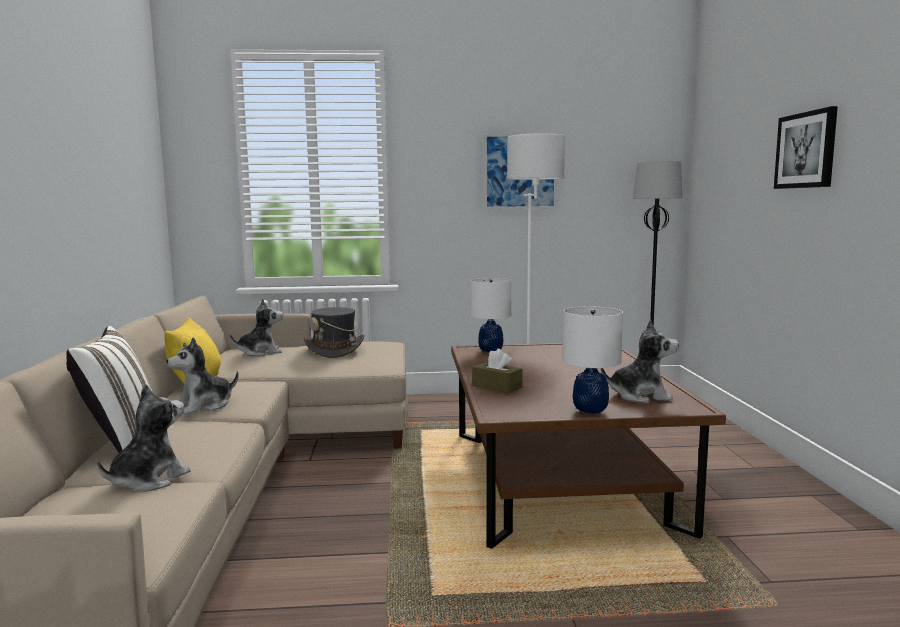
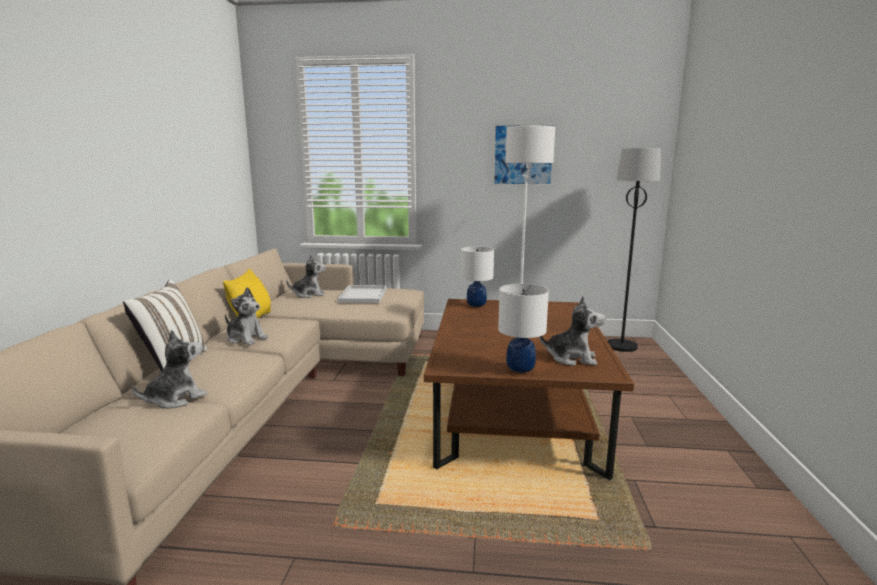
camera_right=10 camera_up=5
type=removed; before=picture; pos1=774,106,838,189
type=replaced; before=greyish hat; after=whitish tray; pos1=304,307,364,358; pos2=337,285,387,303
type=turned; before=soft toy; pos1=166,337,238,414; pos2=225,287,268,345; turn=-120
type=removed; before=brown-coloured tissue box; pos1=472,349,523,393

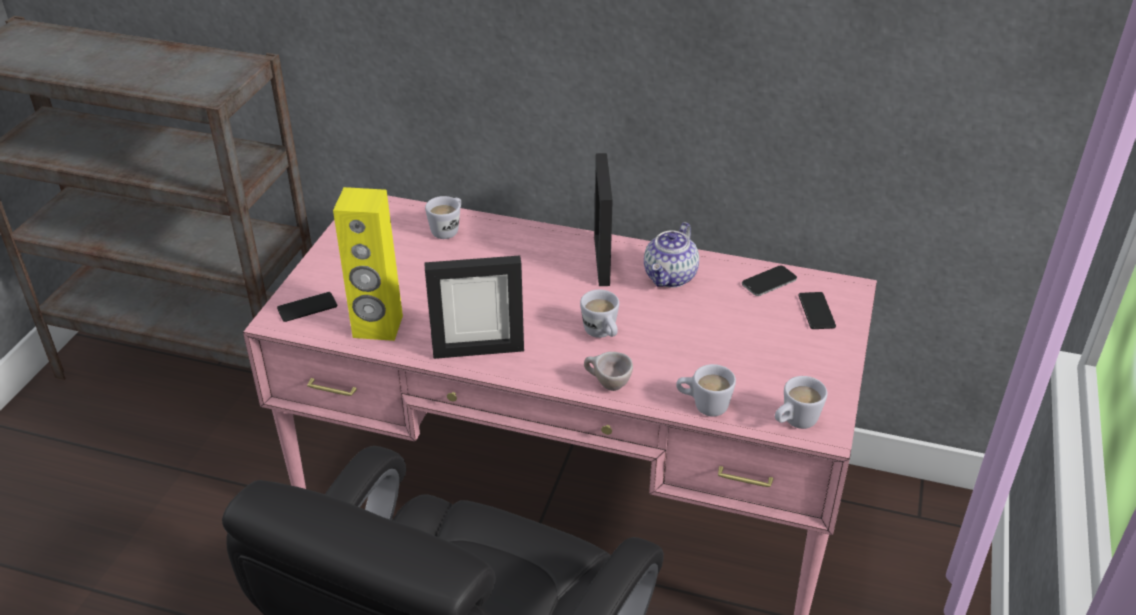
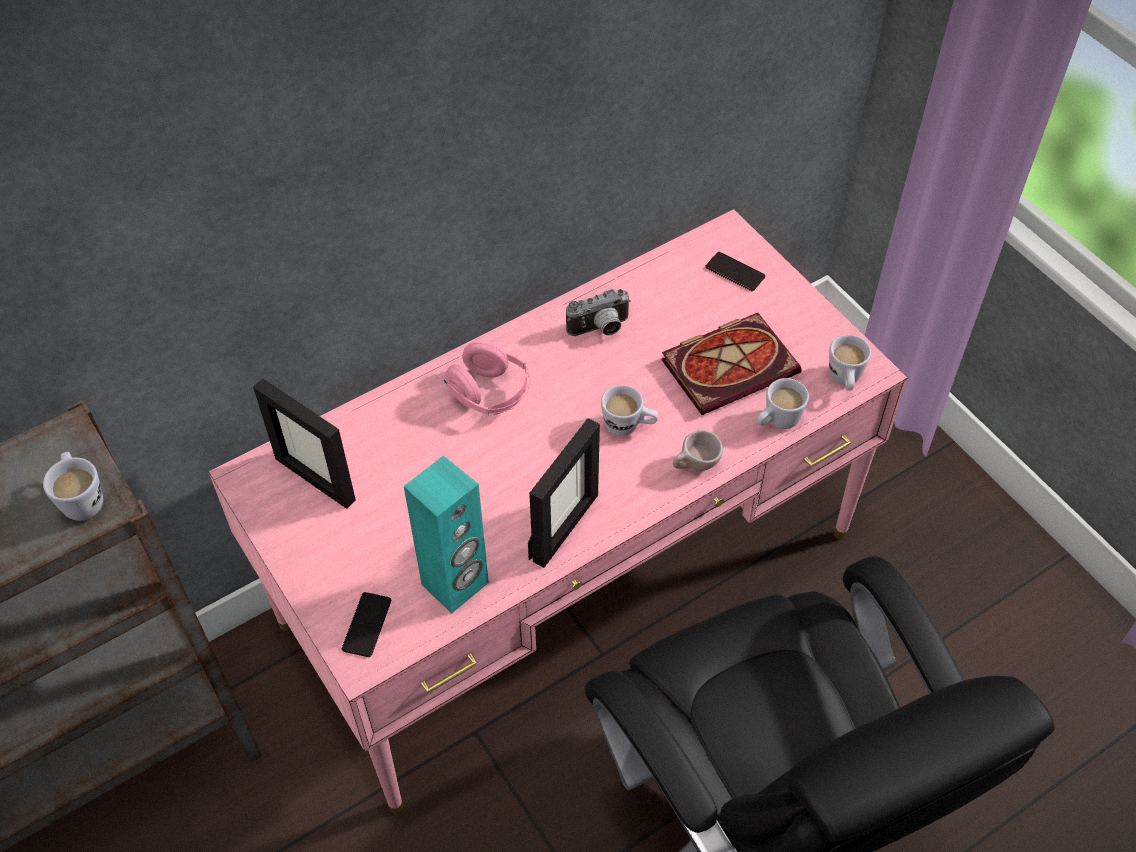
camera_right=-50 camera_up=15
type=moved; before=picture frame; pos1=594,153,613,286; pos2=253,378,356,509
type=recoloured; before=yellow audio speaker; after=turquoise audio speaker; pos1=333,187,403,341; pos2=404,456,489,613
type=moved; before=whitish coffee mug; pos1=425,196,461,239; pos2=43,452,103,521
type=replaced; before=tea pot; after=photo camera; pos1=644,222,699,288; pos2=566,289,631,336
type=removed; before=handset; pos1=742,266,797,296
type=added; after=bound book; pos2=661,313,802,415
type=added; after=pinkish pair of headphones; pos2=443,341,530,415

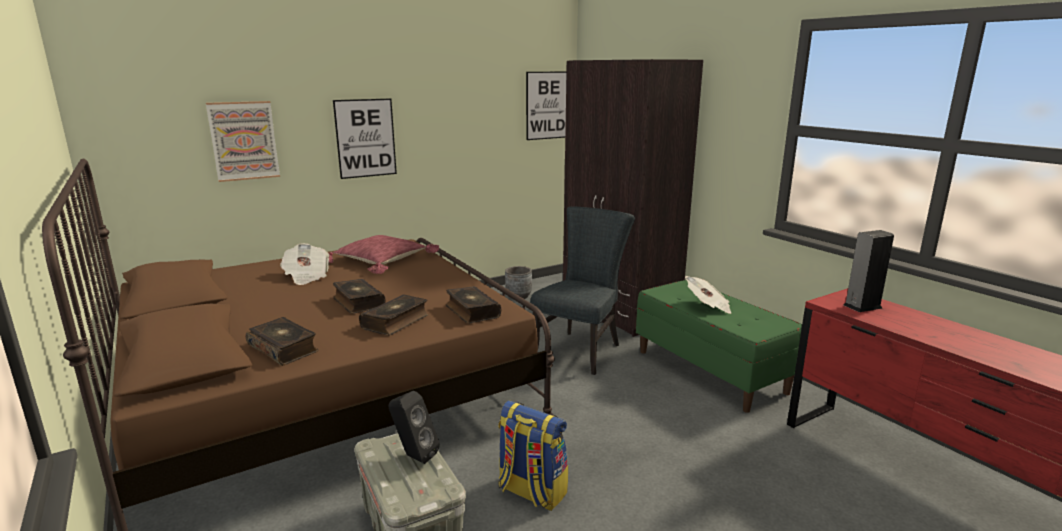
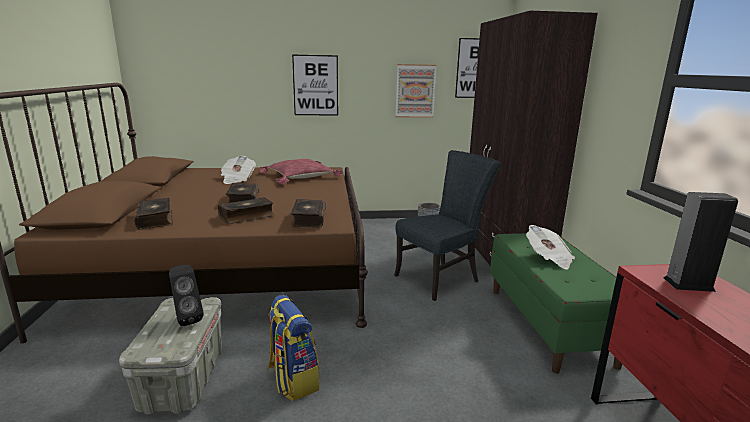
camera_right=25 camera_up=0
type=moved; before=picture; pos1=206,101,280,182; pos2=396,64,437,118

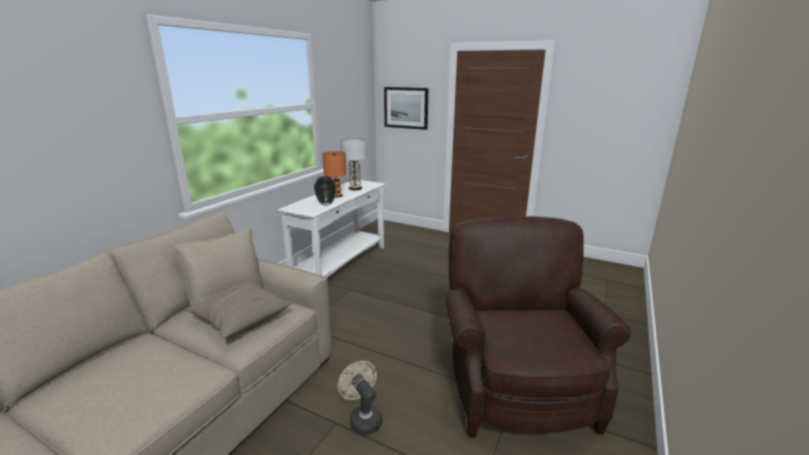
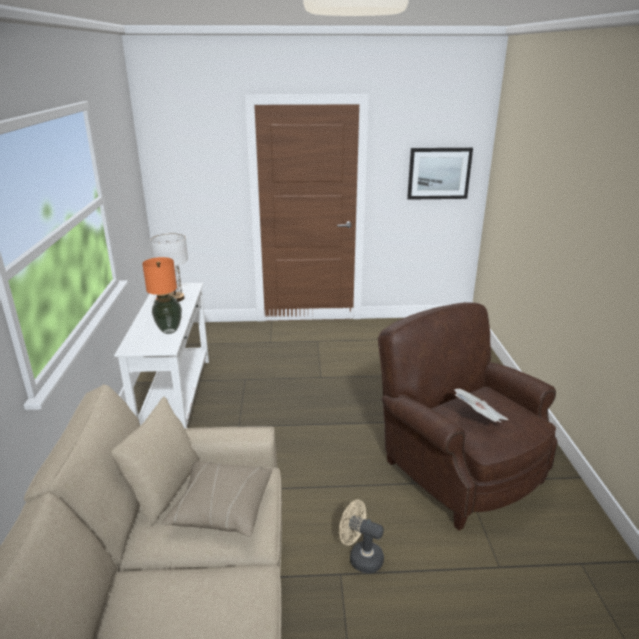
camera_right=-30 camera_up=5
type=moved; before=picture; pos1=384,87,429,130; pos2=407,148,473,200
type=added; after=daily paper; pos2=454,389,509,422

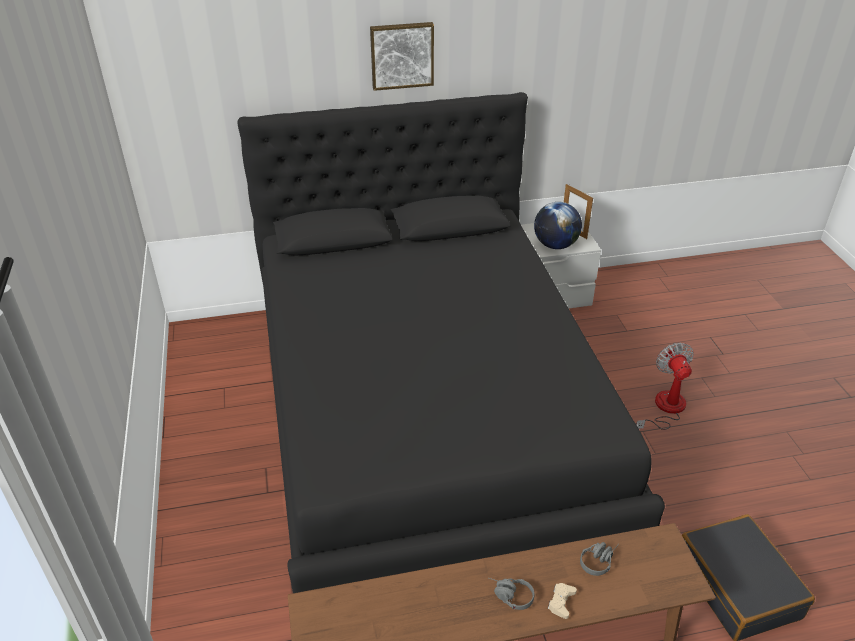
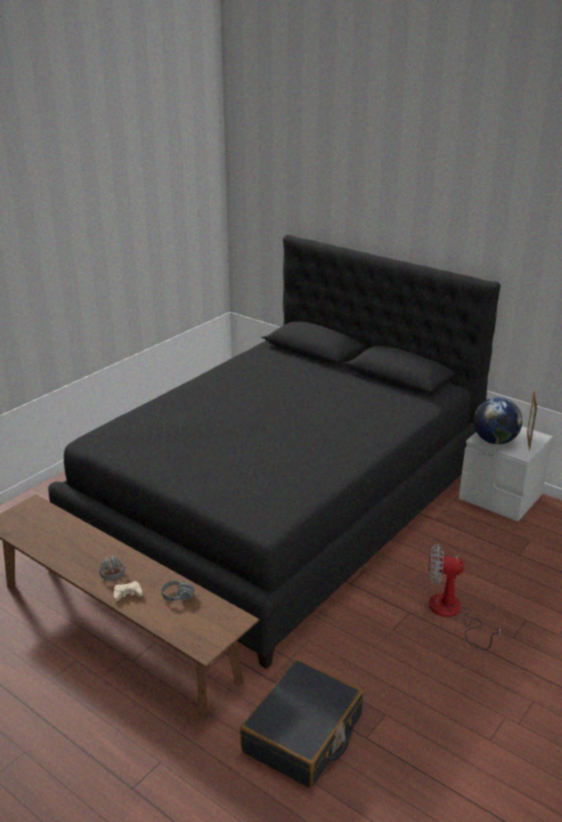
camera_right=50 camera_up=-10
type=removed; before=picture; pos1=370,22,434,91
type=turned; before=electric fan; pos1=635,343,694,430; pos2=429,544,501,650; turn=-120

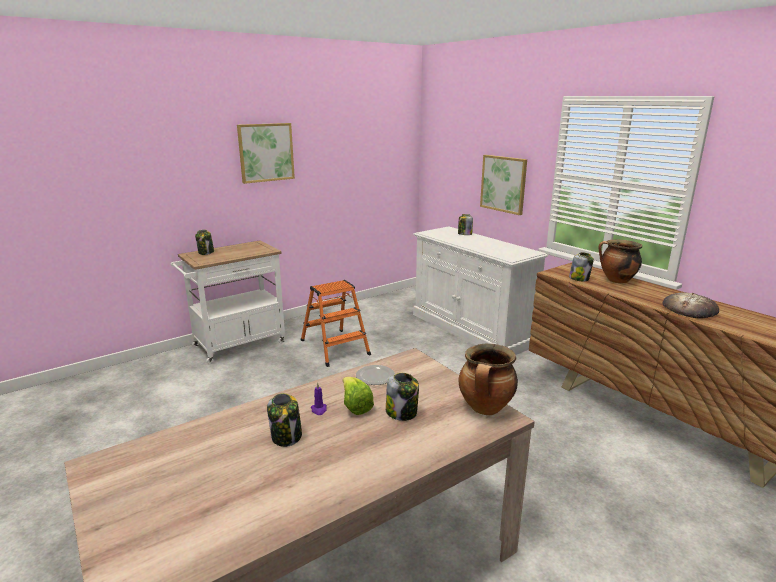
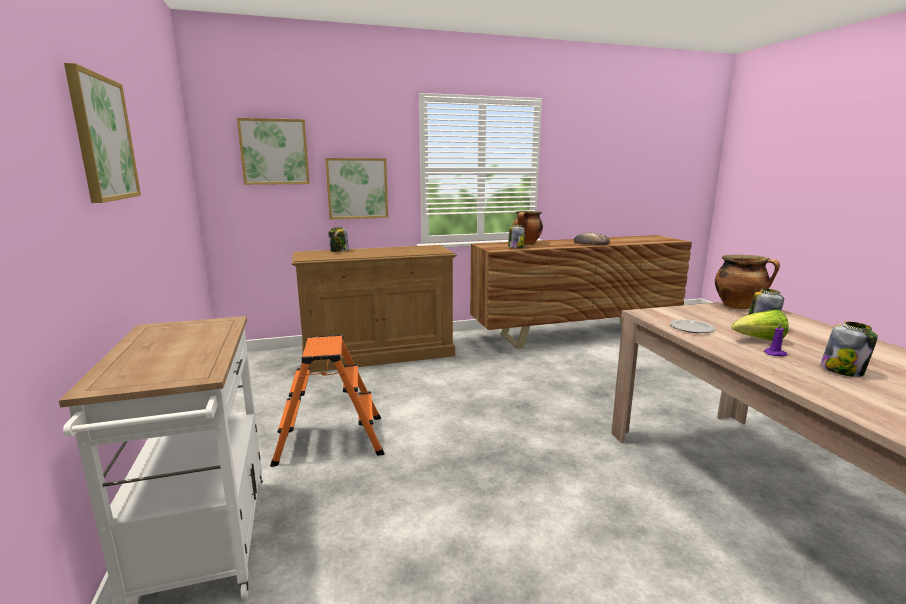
camera_right=-70 camera_up=-5
type=recoloured; before=whitish storage cabinet; after=brown-coloured storage cabinet; pos1=413,226,548,355; pos2=292,245,457,373
type=removed; before=preserve jar; pos1=195,230,214,255
type=added; after=picture; pos2=237,118,310,185

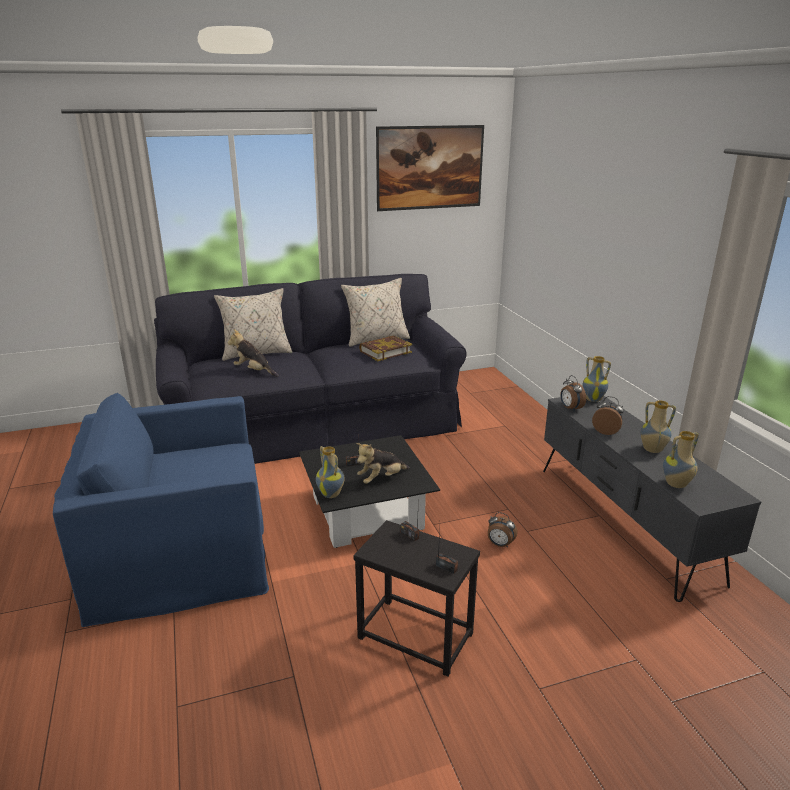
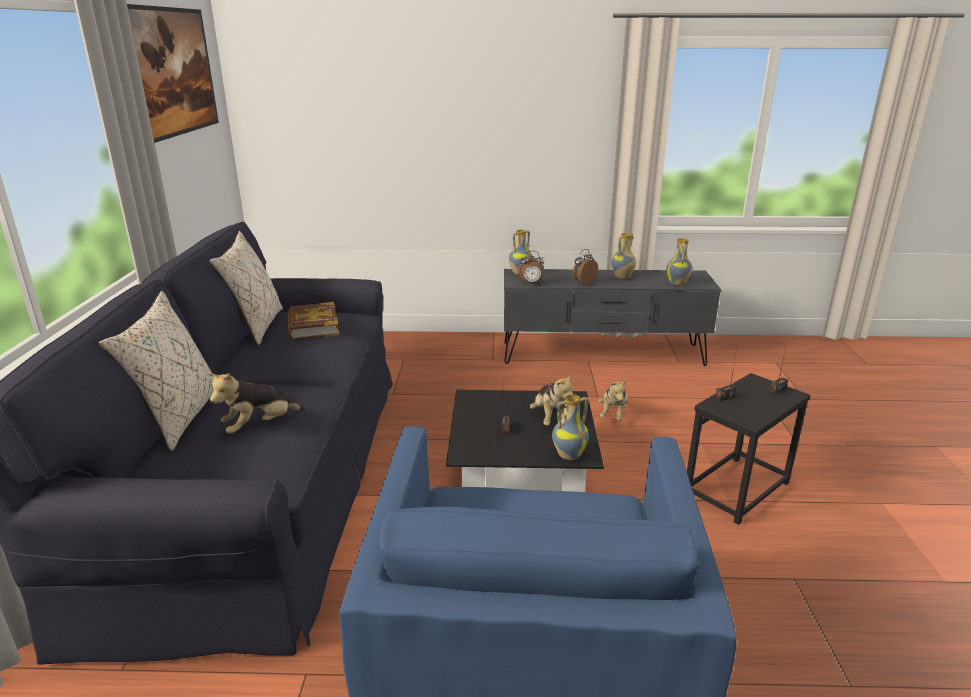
camera_right=-70 camera_up=0
type=replaced; before=alarm clock; after=soft toy; pos1=488,512,518,548; pos2=598,379,628,421

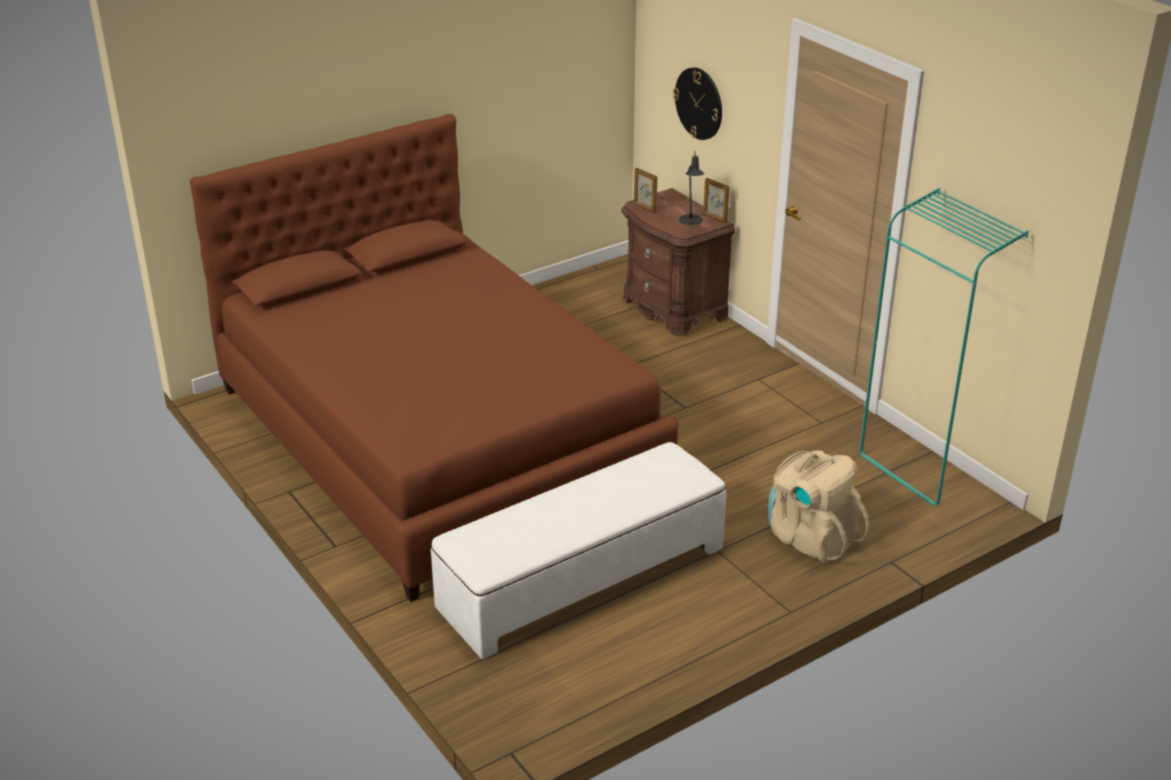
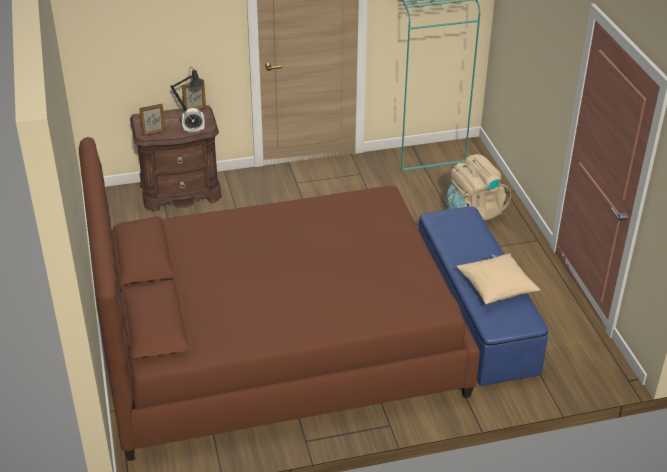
camera_right=-70 camera_up=5
type=removed; before=hanging clock; pos1=673,67,722,140
type=recoloured; before=whitish long seat; after=blue long seat; pos1=431,442,726,659; pos2=418,207,548,386
type=added; after=alarm clock; pos2=182,108,205,133
type=added; after=beige-coloured throw pillow; pos2=456,253,540,304

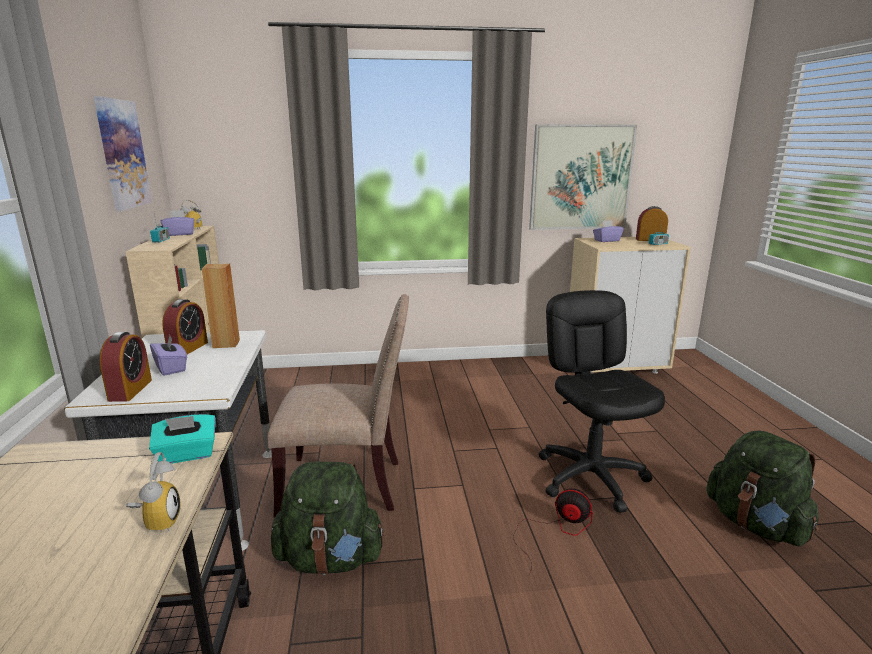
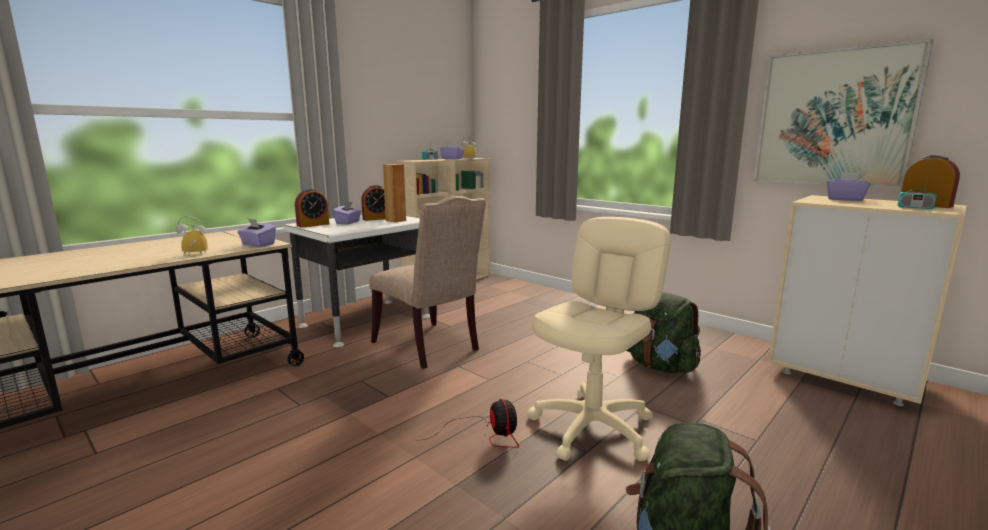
camera_right=50 camera_up=-5
type=removed; before=picture; pos1=94,96,152,211
type=recoloured; before=black-coloured desk chair; after=beige-coloured desk chair; pos1=539,290,665,513; pos2=527,217,671,461
type=recoloured; before=turquoise tissue box; after=purple tissue box; pos1=149,414,216,464; pos2=237,218,276,247
type=turned; before=alarm clock; pos1=126,452,181,532; pos2=176,216,208,255; turn=-150
type=moved; before=green backpack; pos1=271,462,386,575; pos2=626,292,701,373

